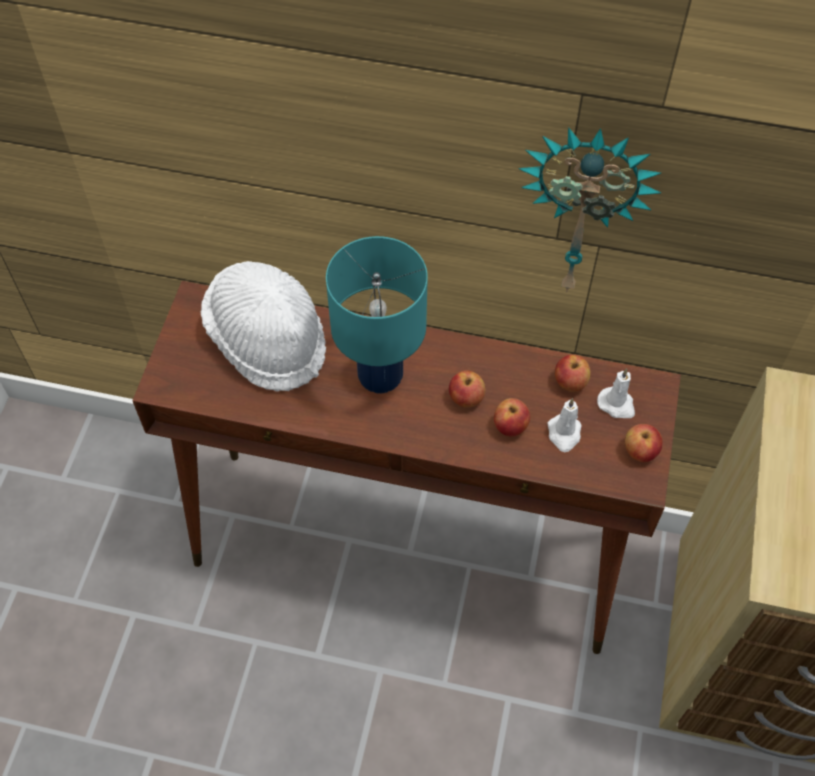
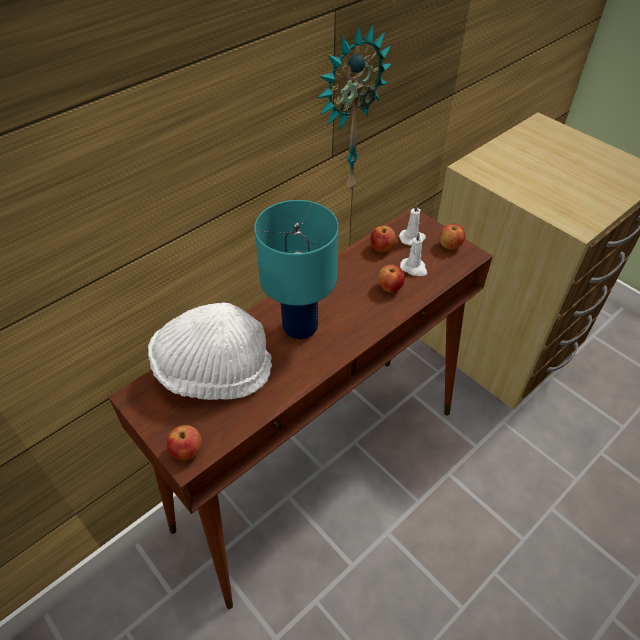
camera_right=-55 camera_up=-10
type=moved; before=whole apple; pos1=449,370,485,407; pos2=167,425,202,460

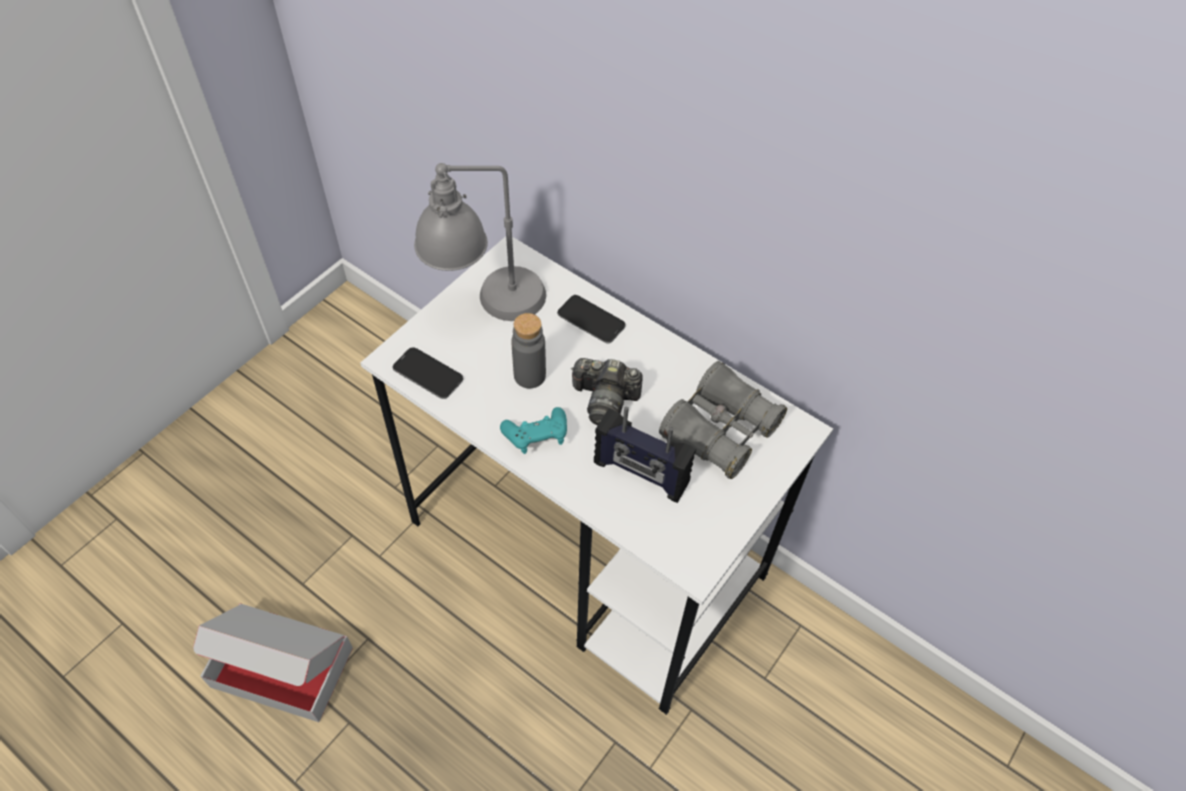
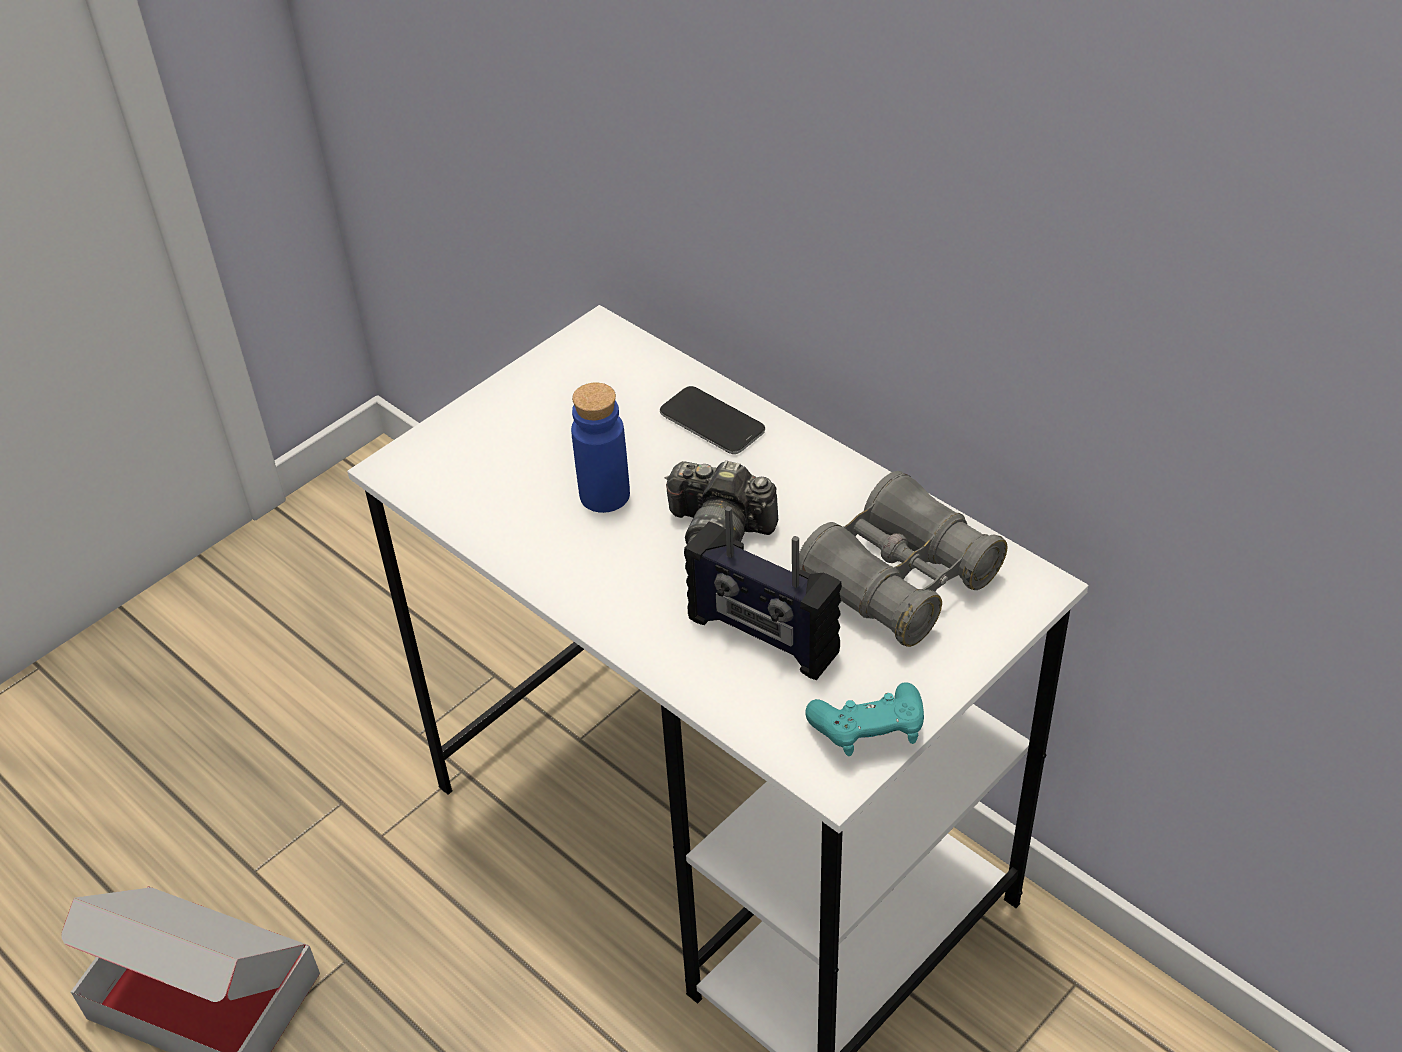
camera_right=10 camera_up=-10
type=removed; before=greyish lamp for a table; pos1=414,163,546,321
type=recoloured; before=greyish drink bottle; after=blue drink bottle; pos1=511,313,546,388; pos2=571,383,630,513
type=removed; before=handset; pos1=392,347,464,399
type=moved; before=turquoise game controller; pos1=500,407,567,454; pos2=805,682,924,756

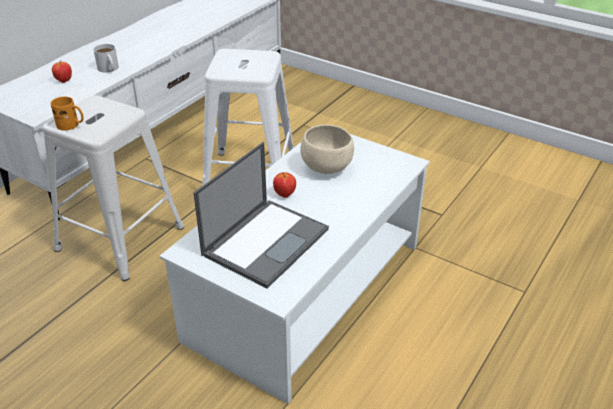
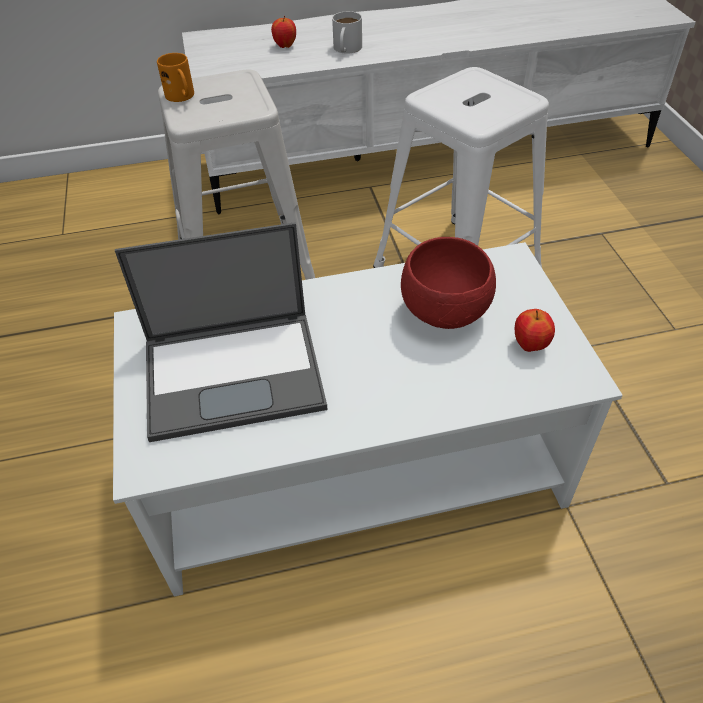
camera_right=45 camera_up=10
type=recoloured; before=beige-coloured bowl; after=red bowl; pos1=300,124,354,174; pos2=401,237,496,329
type=moved; before=whole apple; pos1=273,172,296,198; pos2=515,309,555,352

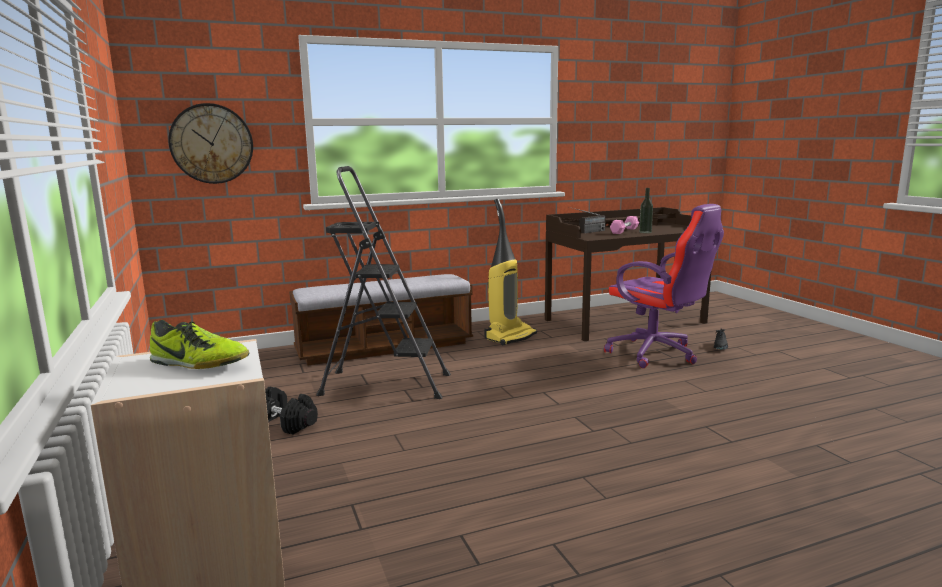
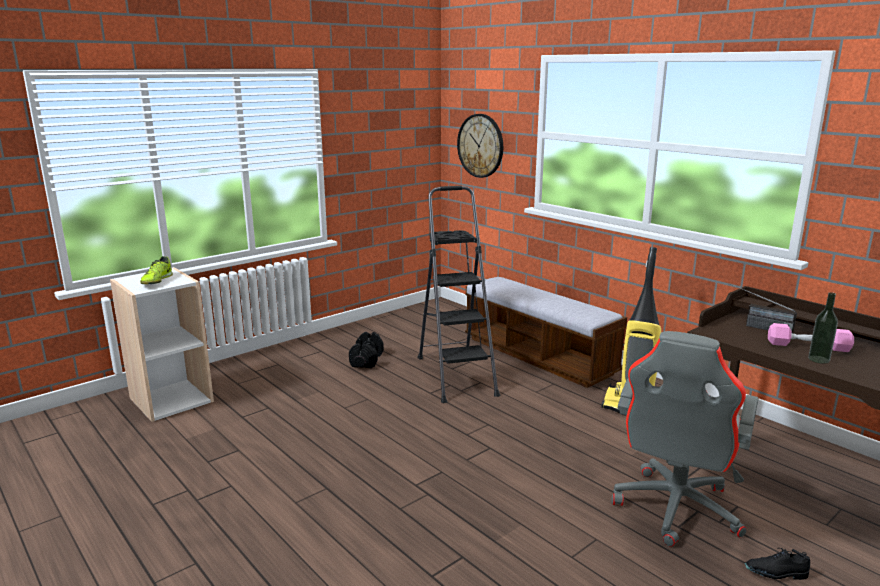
camera_right=70 camera_up=5
type=recoloured; before=purple desk chair; after=greyish desk chair; pos1=604,204,724,368; pos2=612,331,758,547

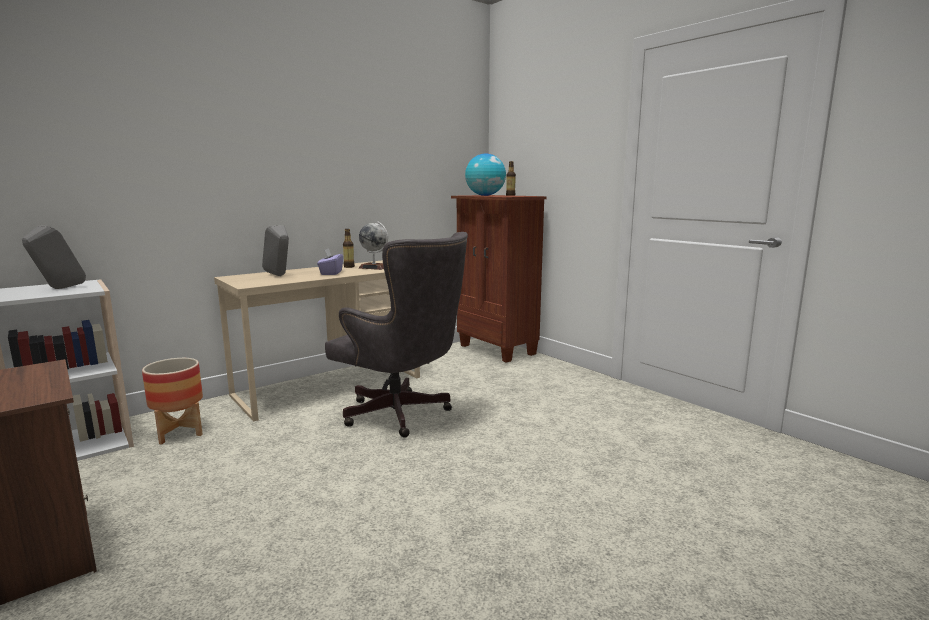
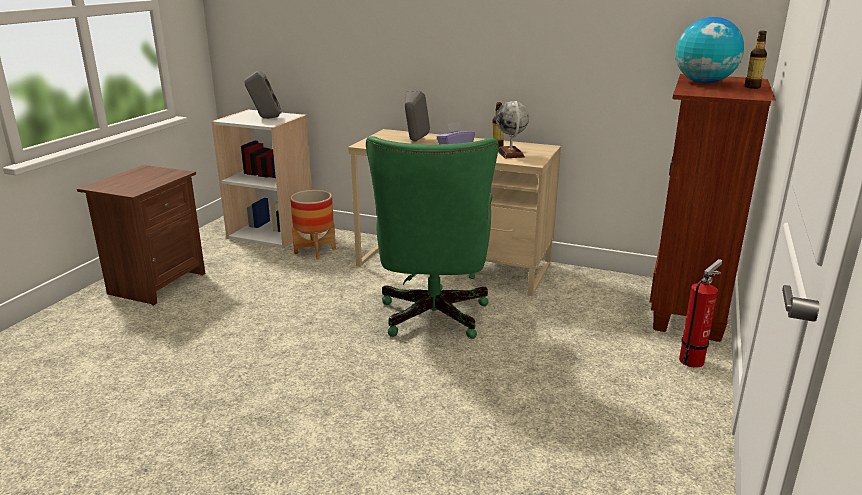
camera_right=60 camera_up=10
type=recoloured; before=greyish desk chair; after=green desk chair; pos1=325,232,468,438; pos2=366,136,499,339
type=added; after=extinguisher; pos2=679,259,722,368

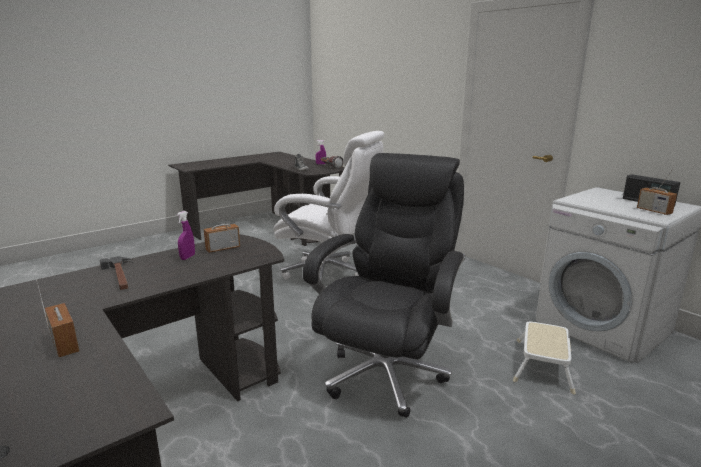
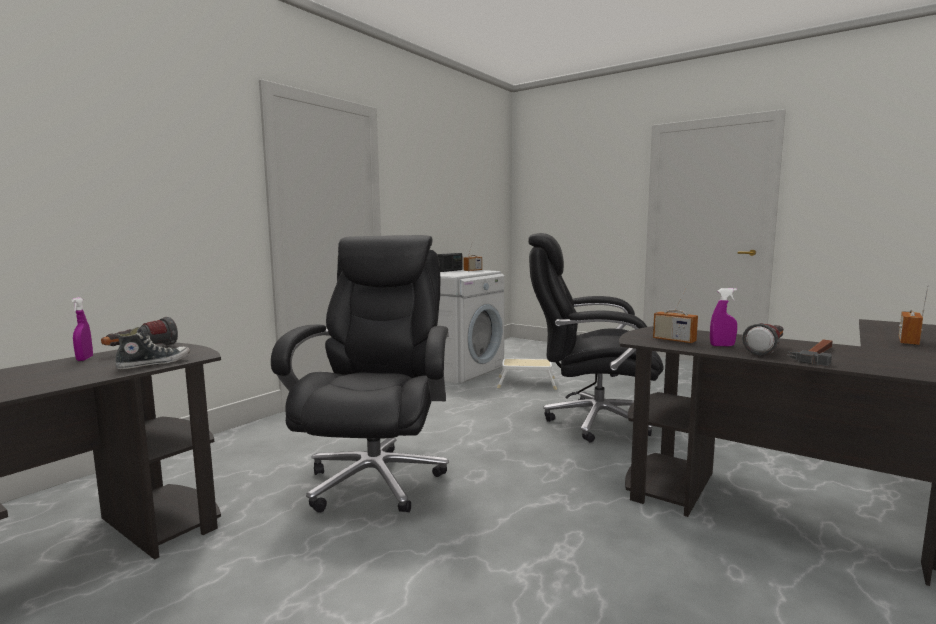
camera_right=-105 camera_up=-10
type=recoloured; before=whitish desk chair; after=black-coloured desk chair; pos1=273,131,384,281; pos2=271,235,449,513
type=added; after=torch; pos2=742,323,784,356

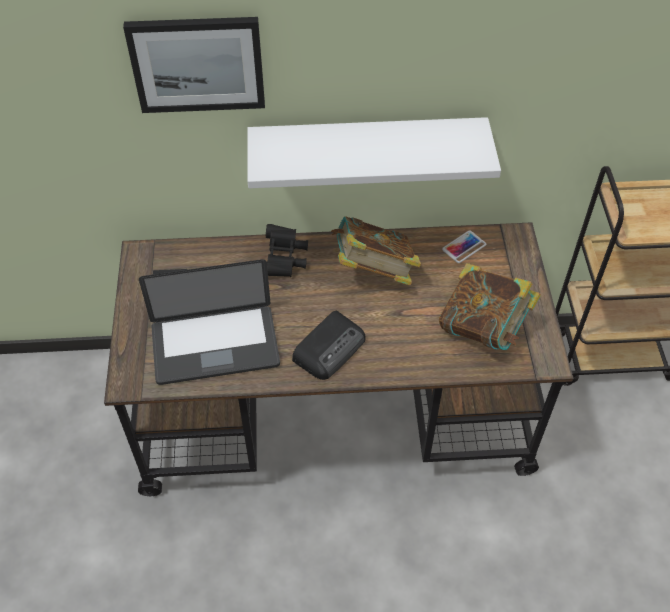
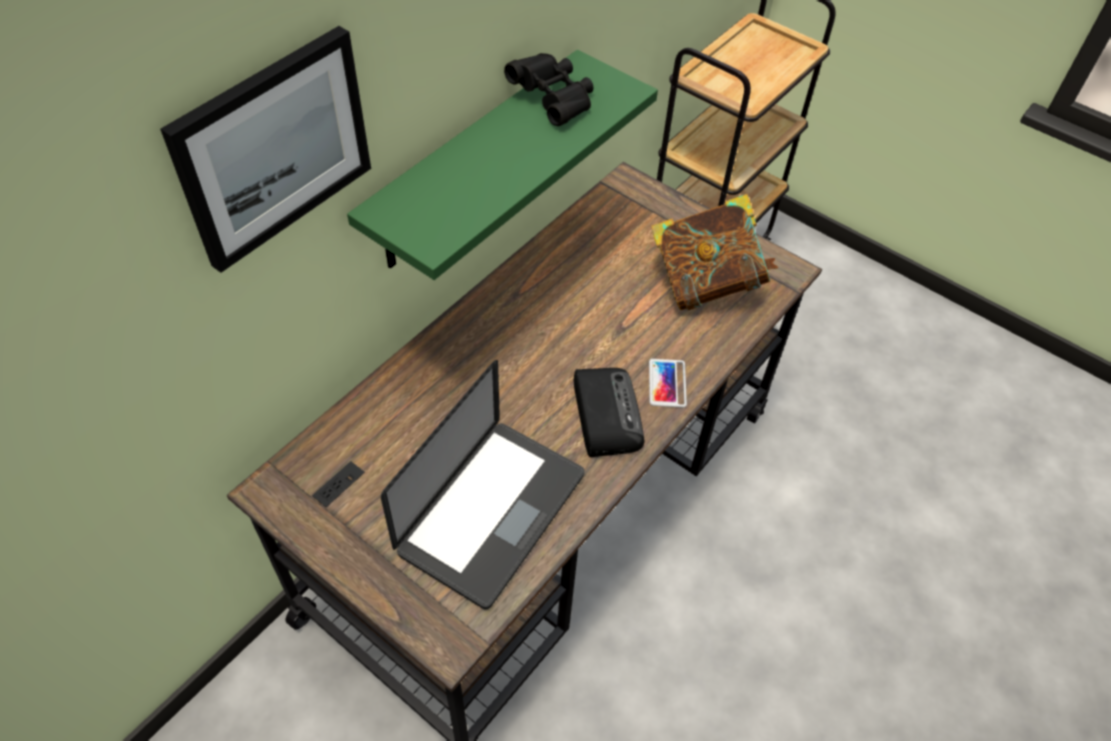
camera_right=-50 camera_up=0
type=recoloured; before=whitish shelf; after=green shelf; pos1=247,117,501,188; pos2=347,50,658,280
type=removed; before=bound book; pos1=331,216,421,285
type=moved; before=black-coloured pair of binoculars; pos1=266,224,308,277; pos2=504,53,593,126
type=moved; before=handset; pos1=442,230,486,263; pos2=649,359,687,408

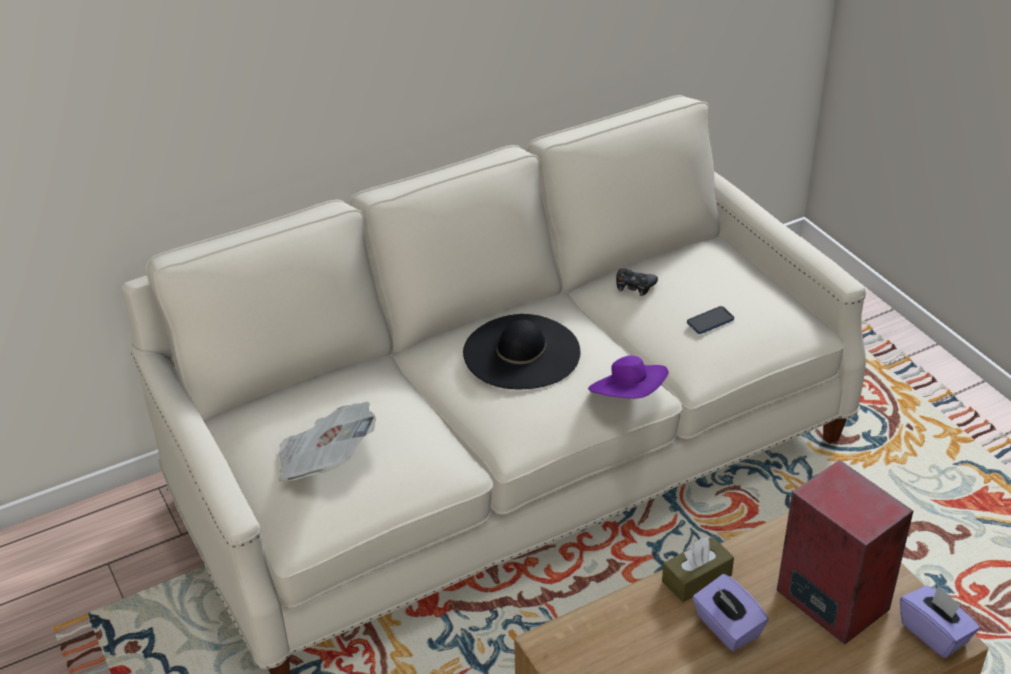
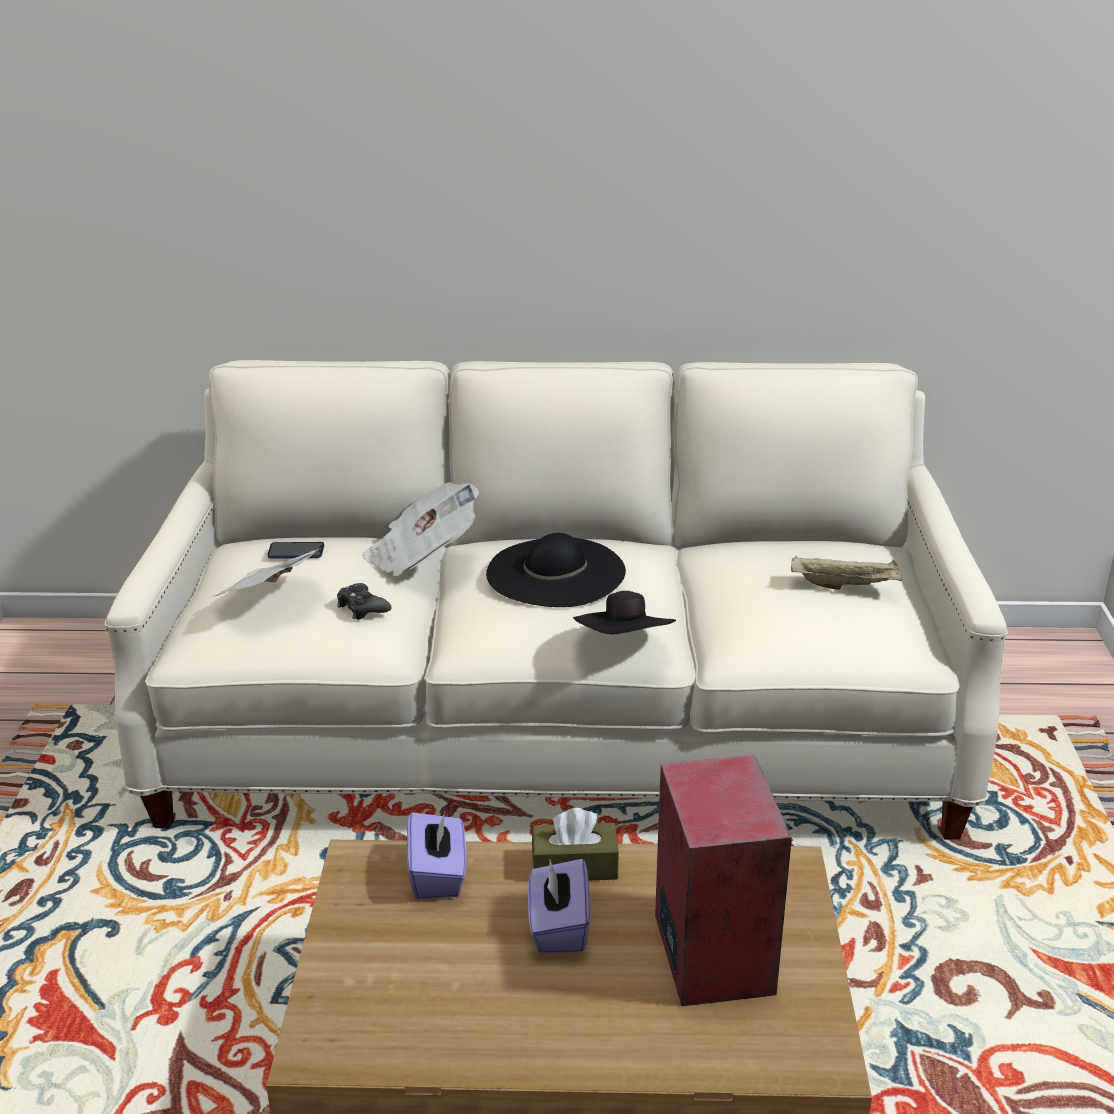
camera_right=30 camera_up=-10
type=moved; before=black-coloured game controller; pos1=616,268,658,296; pos2=337,583,392,620
type=moved; before=handset; pos1=687,306,734,334; pos2=267,542,324,559
type=recoloured; before=purple hat; after=black-coloured hat; pos1=588,356,669,399; pos2=573,591,676,635
type=moved; before=purple tissue box; pos1=900,585,980,658; pos2=407,812,466,899
type=added; after=daily paper; pos2=363,482,480,576
type=added; after=beige-coloured tray; pos2=791,556,903,590

